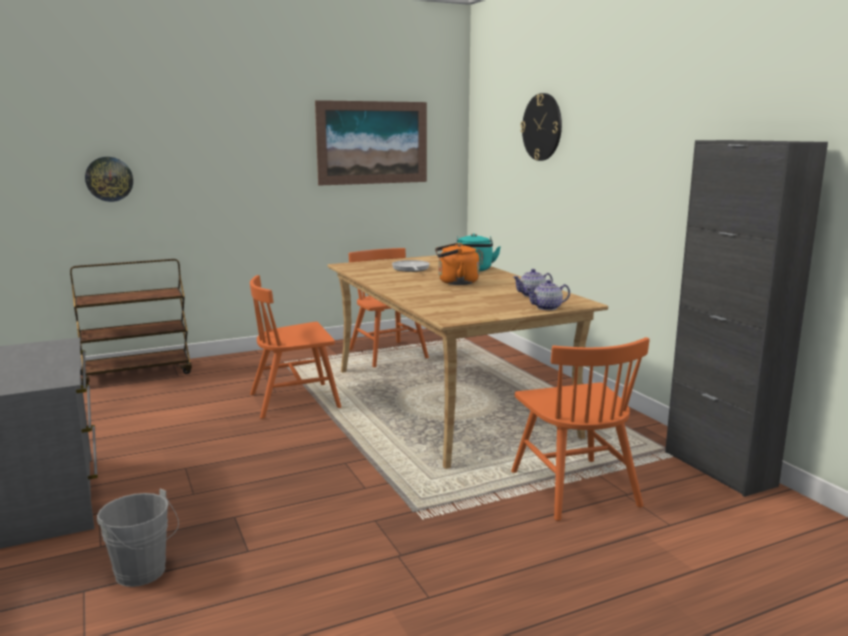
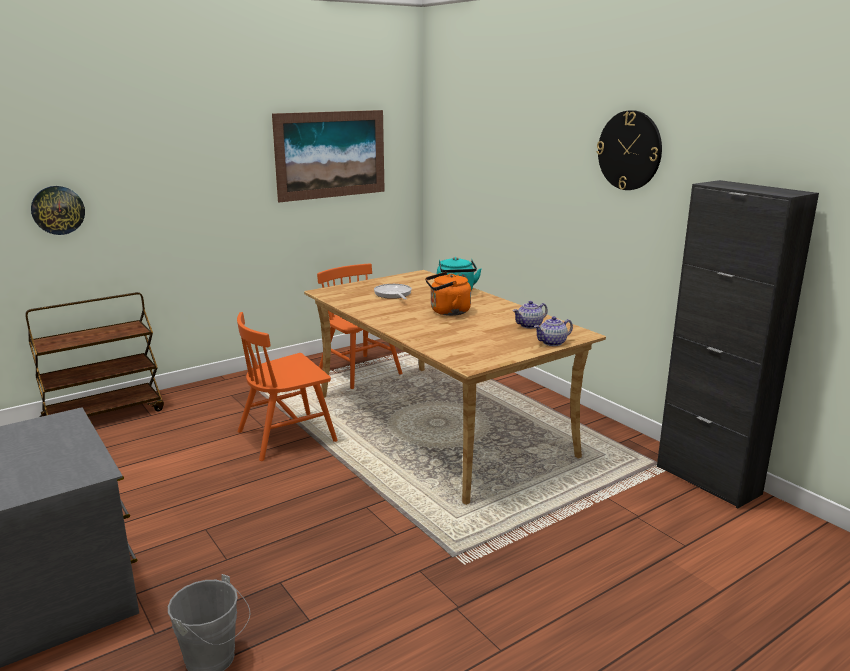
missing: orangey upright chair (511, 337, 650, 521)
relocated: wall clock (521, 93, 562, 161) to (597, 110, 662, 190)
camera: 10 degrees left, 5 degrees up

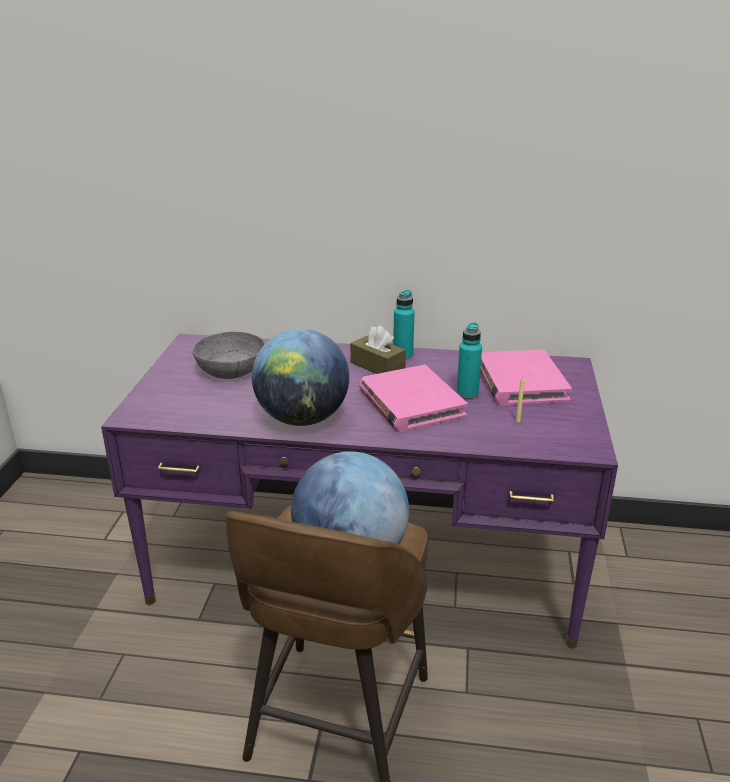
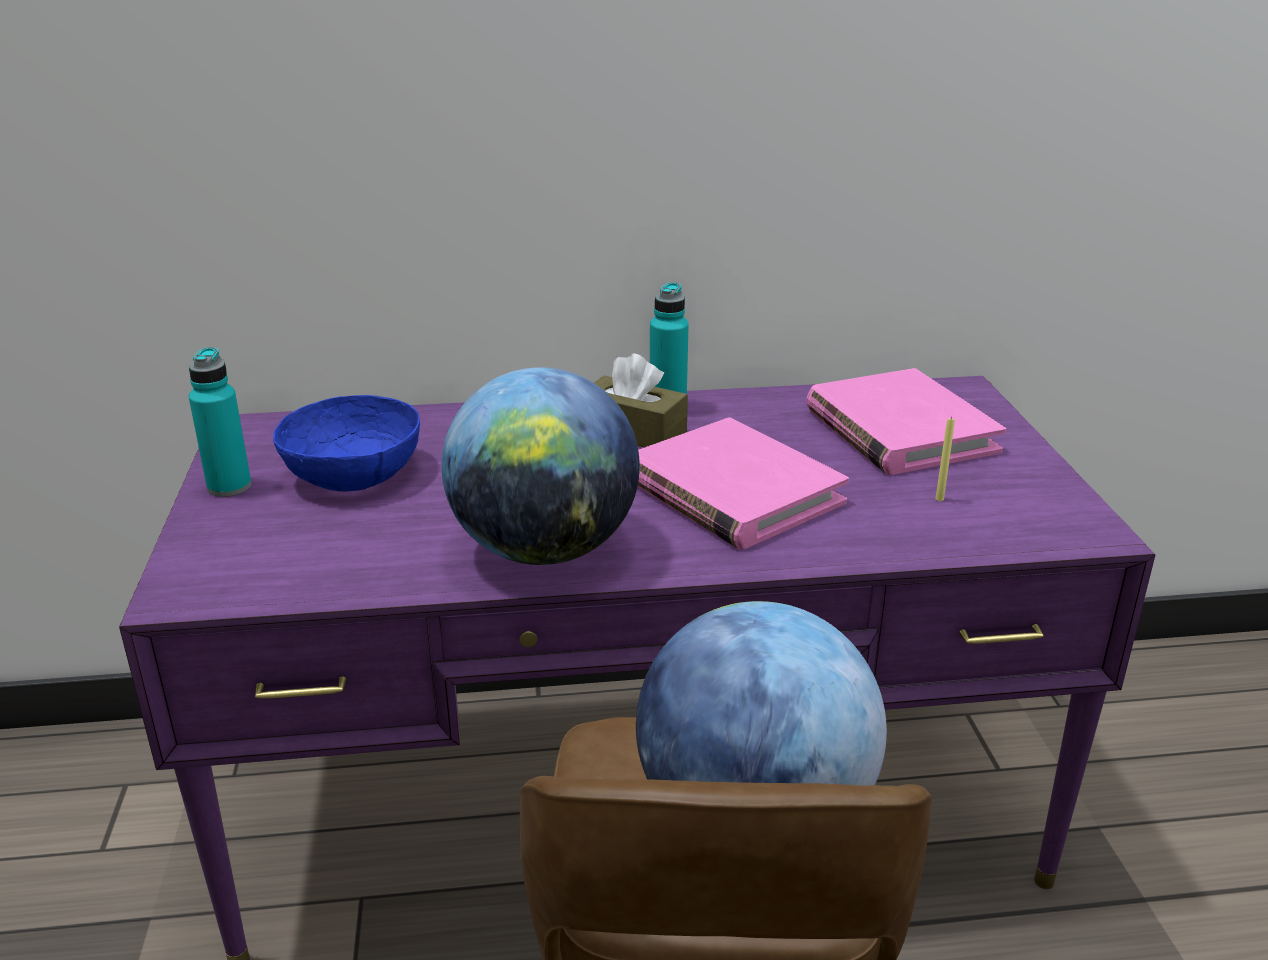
relocated: turquoise-coloured drink bottle (456, 322, 482, 399) to (189, 347, 252, 497)
colour: grey serving bowl (192, 332, 265, 379) to bluish serving bowl (273, 395, 420, 491)
camera: 15 degrees left, 0 degrees up

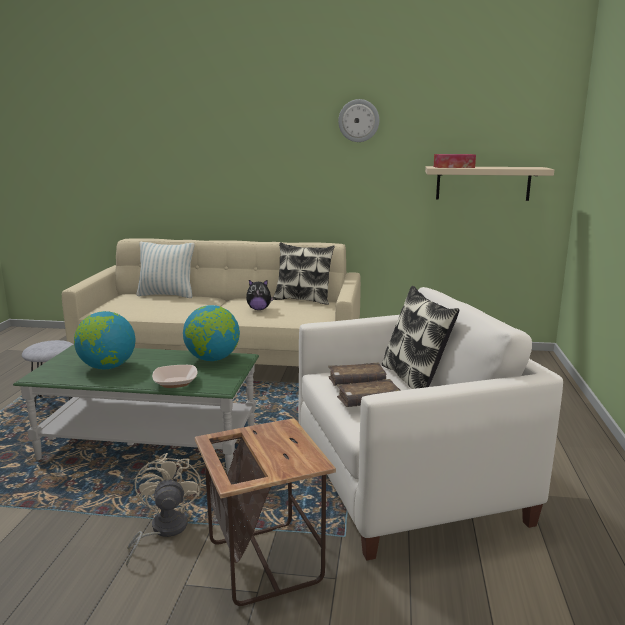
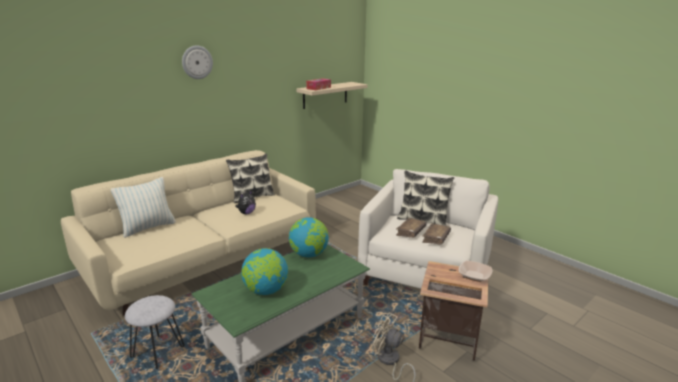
relocated: serving bowl (152, 365, 198, 388) to (459, 261, 492, 282); wall clock (338, 99, 379, 142) to (182, 45, 213, 79)
camera: 50 degrees left, 5 degrees up

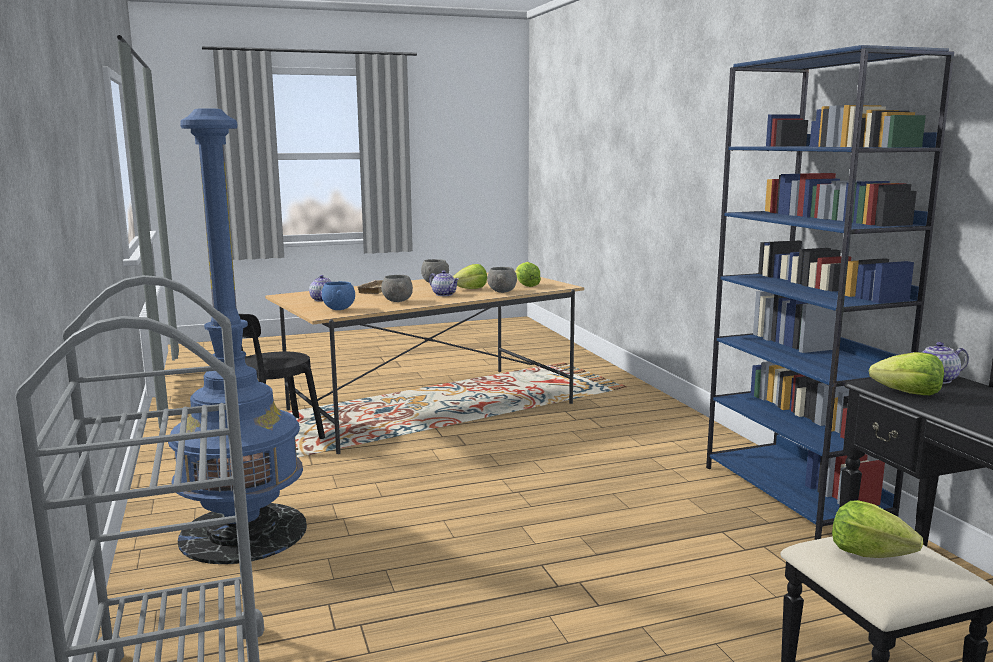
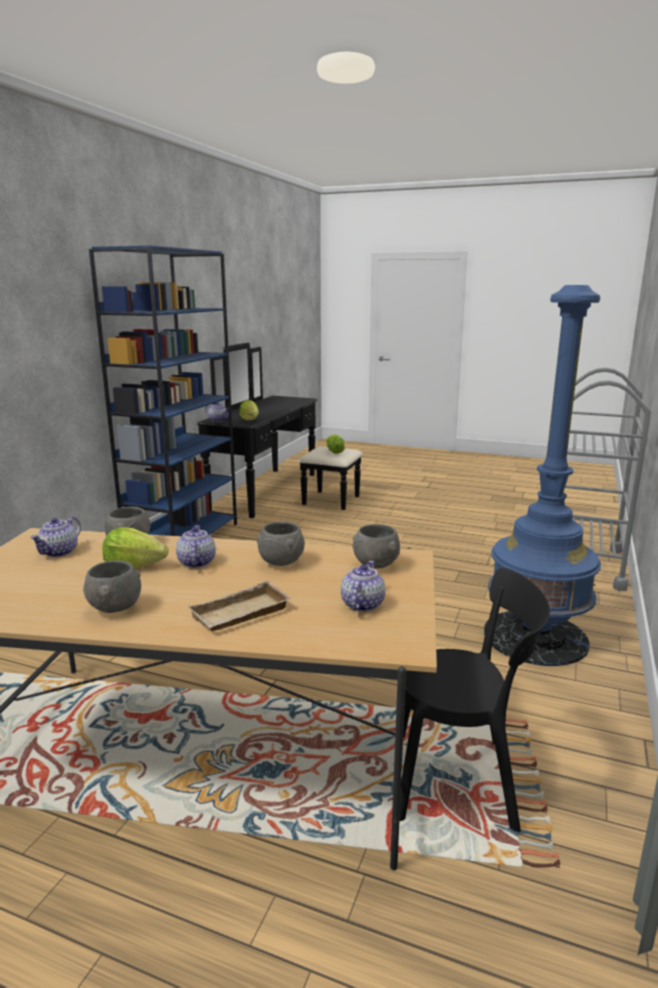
exchanged: head of lettuce (515, 262, 541, 287) to teapot (30, 517, 81, 557)
colour: bluish serving bowl (322, 281, 355, 310) to grey serving bowl (353, 524, 400, 568)
camera: 140 degrees left, 5 degrees up

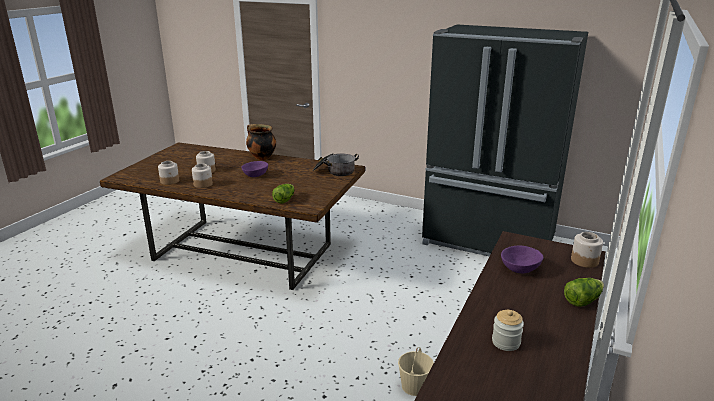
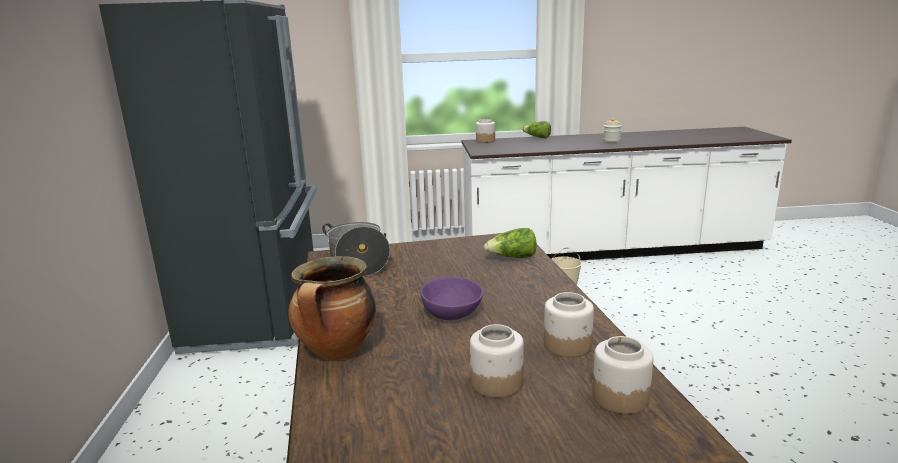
missing: purplish serving bowl (501, 246, 544, 273)
camera: 120 degrees left, 5 degrees down

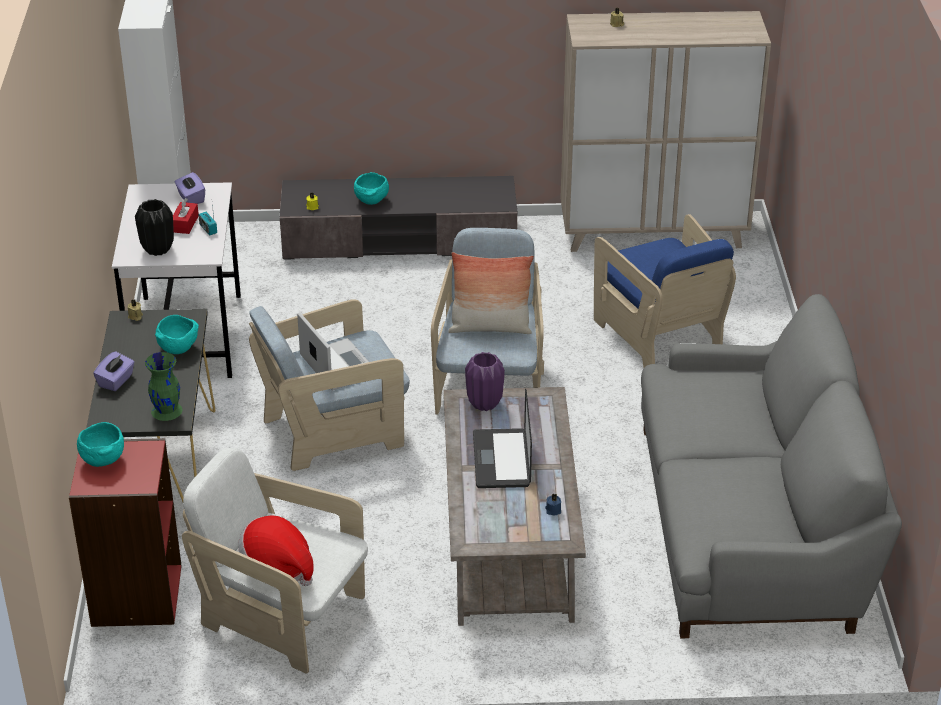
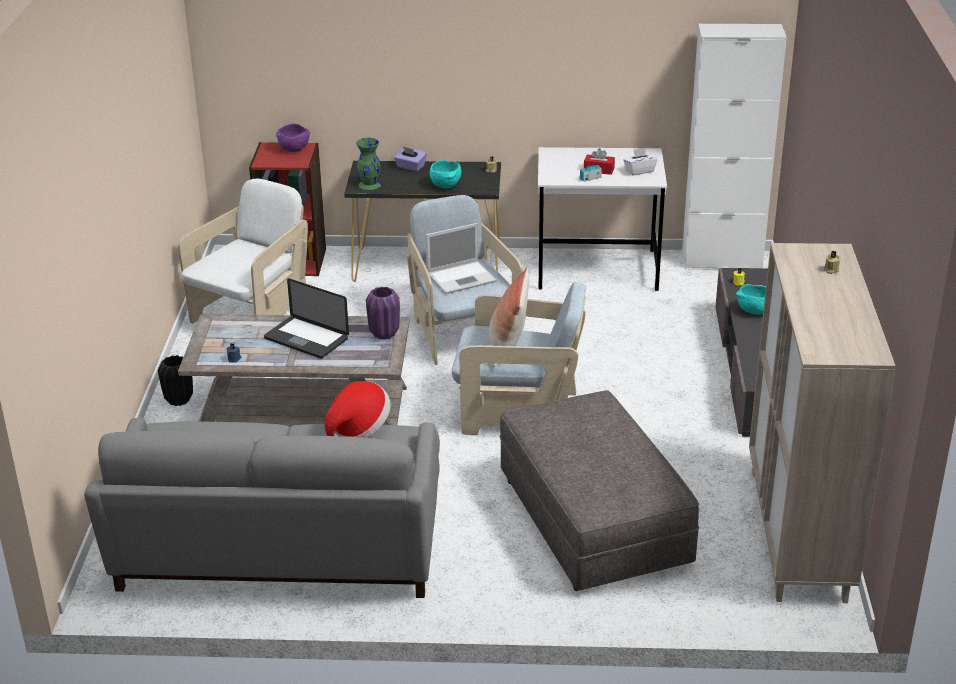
relocated: black vase (135, 199, 174, 256) to (158, 355, 193, 406); wearable hat (238, 515, 314, 586) to (324, 381, 391, 438)
exchanged: bluish lounge chair (594, 214, 736, 368) to grey pouffe (500, 390, 699, 591)
colour: turquoise-coloured serving bowl (77, 422, 124, 467) to purplish serving bowl (276, 124, 311, 152); purplish tissue holder (174, 172, 205, 204) to white-coloured tissue holder (623, 148, 658, 176)
spun: laptop (473, 389, 532, 488) = (264, 278, 349, 358) 150 degrees counterclockwise
camera: 95 degrees right, 5 degrees down

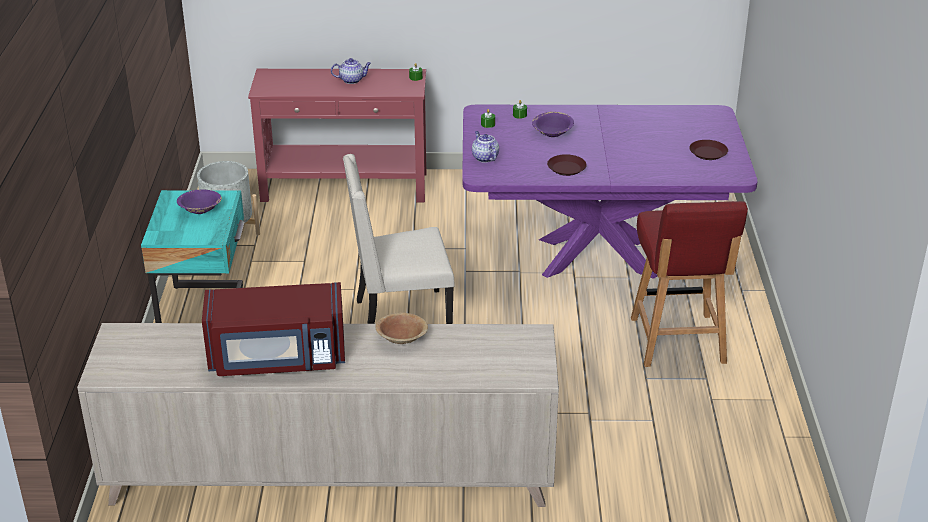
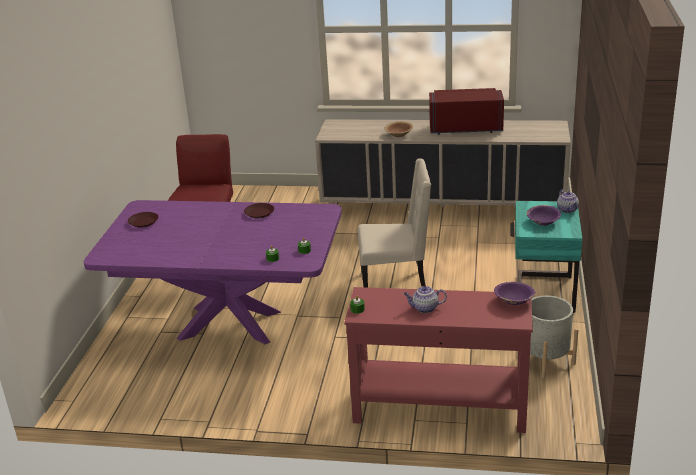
relocated: teapot (472, 131, 499, 163) to (557, 190, 579, 213); purplish serving bowl (532, 112, 574, 137) to (494, 282, 536, 305)
camera: 170 degrees left, 5 degrees down

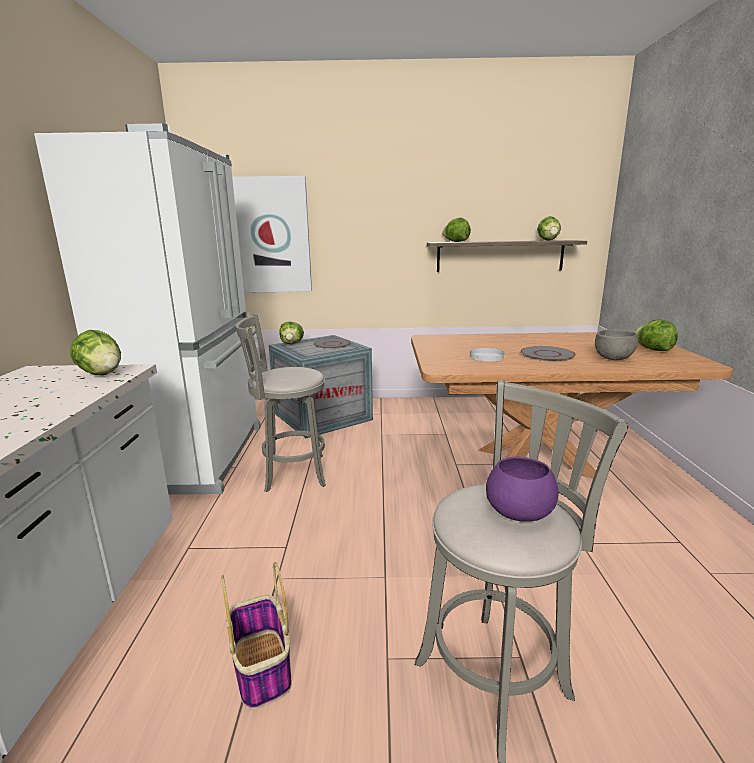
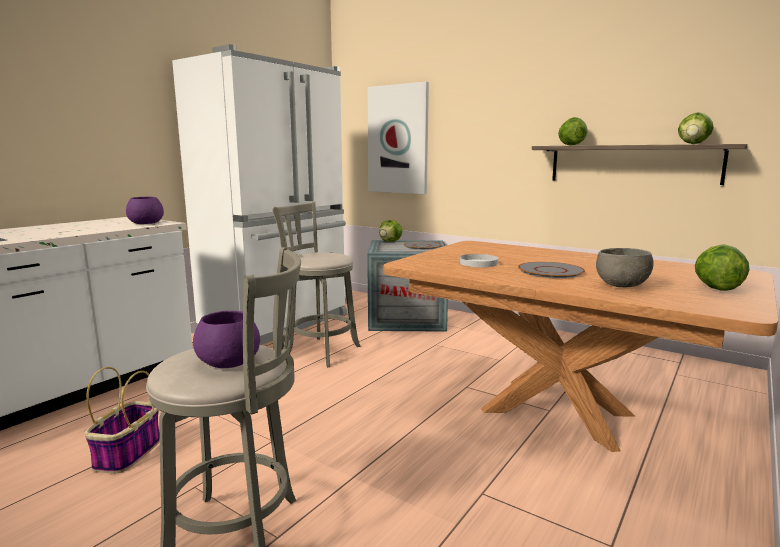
exchanged: head of lettuce (70, 330, 121, 375) to purplish serving bowl (126, 196, 164, 224)
camera: 35 degrees right, 5 degrees down

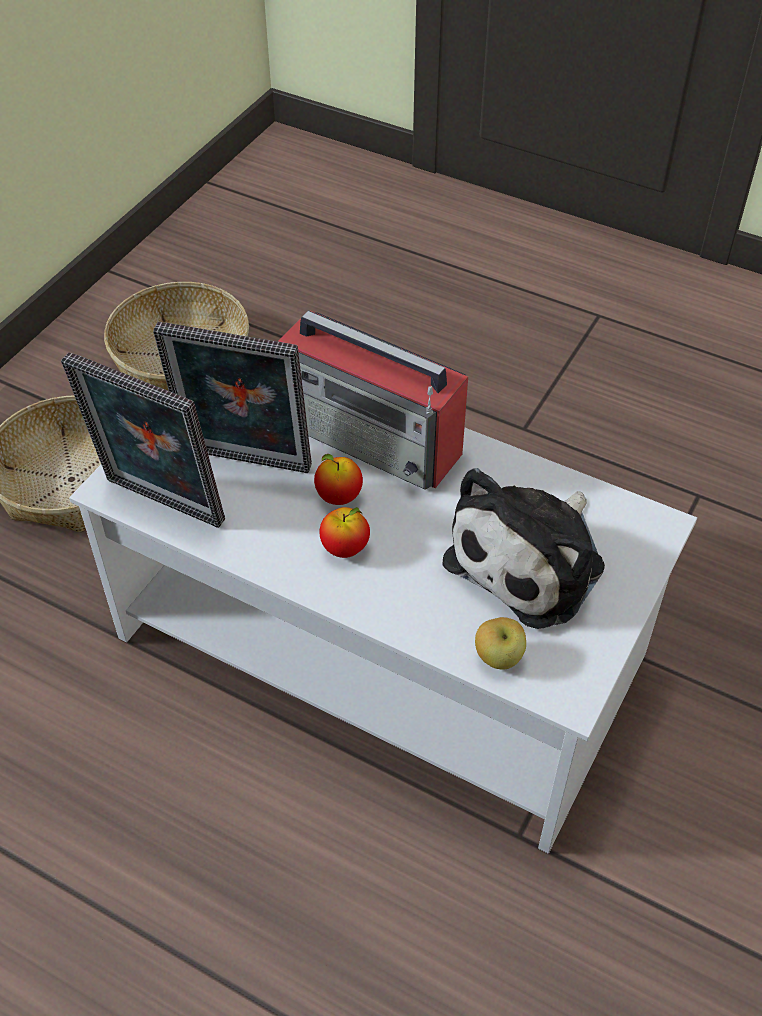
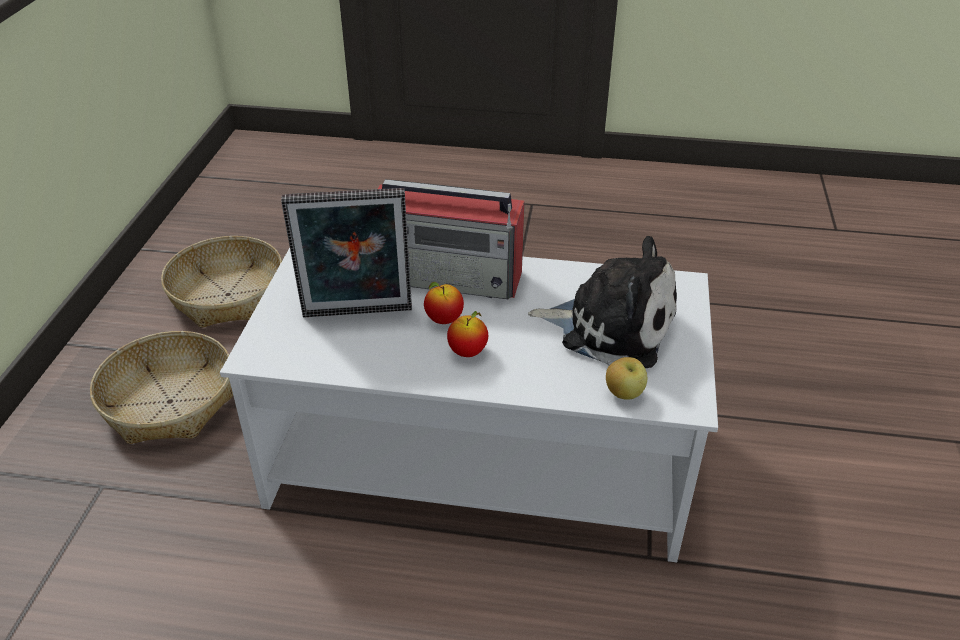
missing: picture frame (61, 352, 225, 528)
spun: cuddly toy (443, 468, 605, 629) = (528, 236, 677, 368) 90 degrees counterclockwise
camera: 20 degrees left, 10 degrees down

